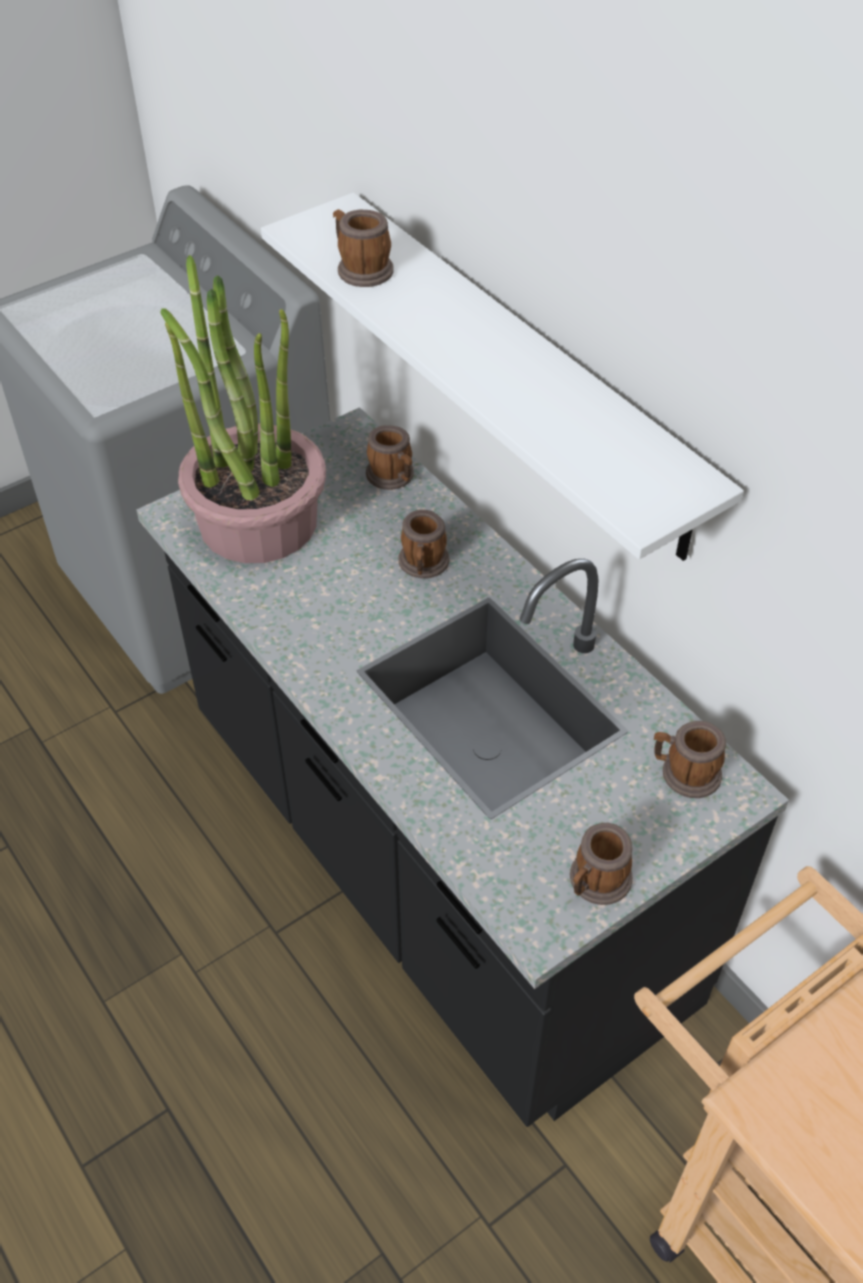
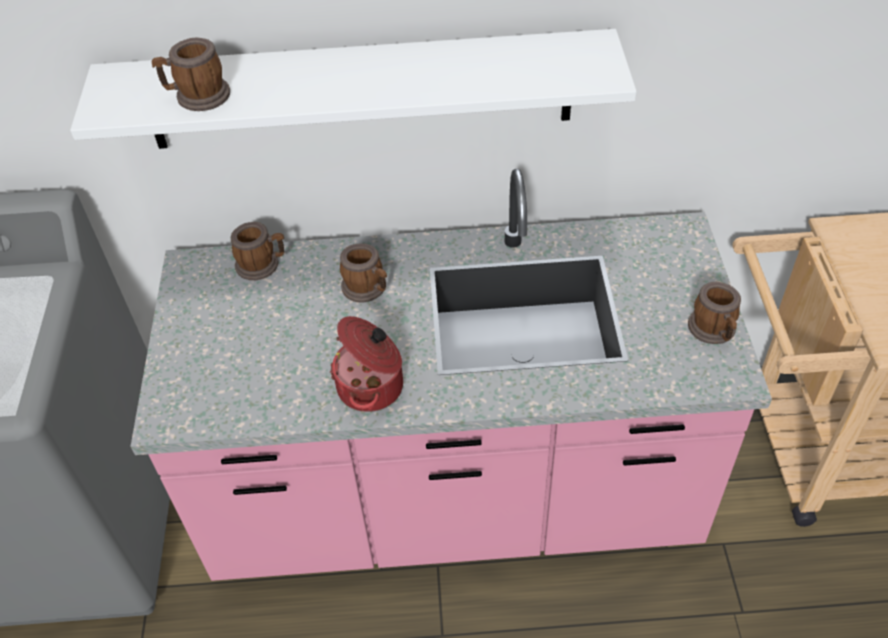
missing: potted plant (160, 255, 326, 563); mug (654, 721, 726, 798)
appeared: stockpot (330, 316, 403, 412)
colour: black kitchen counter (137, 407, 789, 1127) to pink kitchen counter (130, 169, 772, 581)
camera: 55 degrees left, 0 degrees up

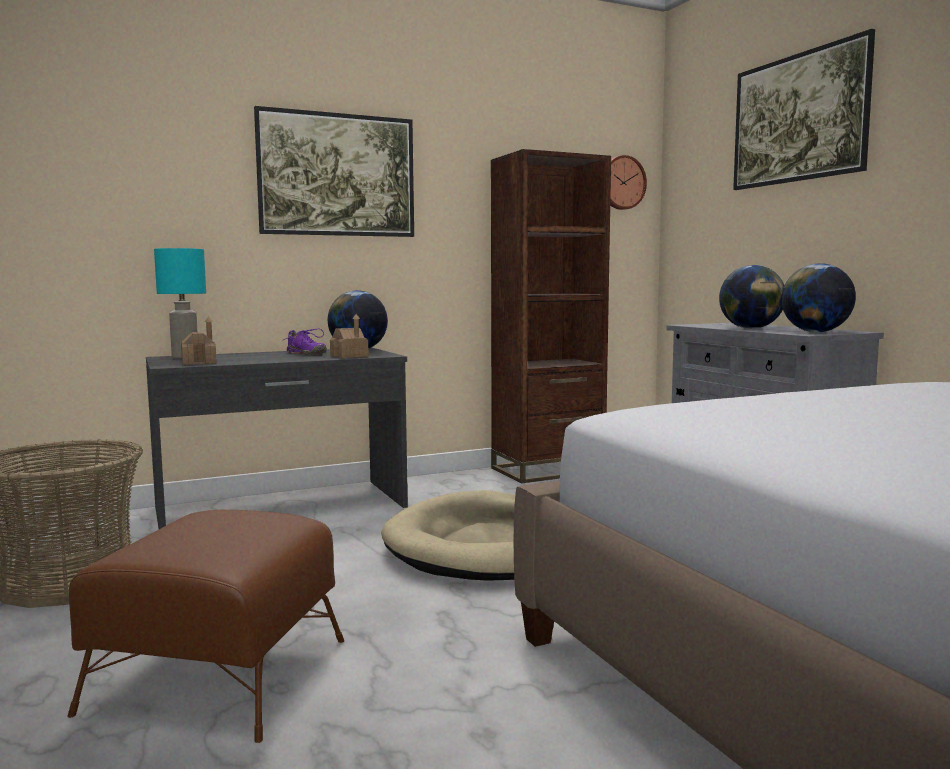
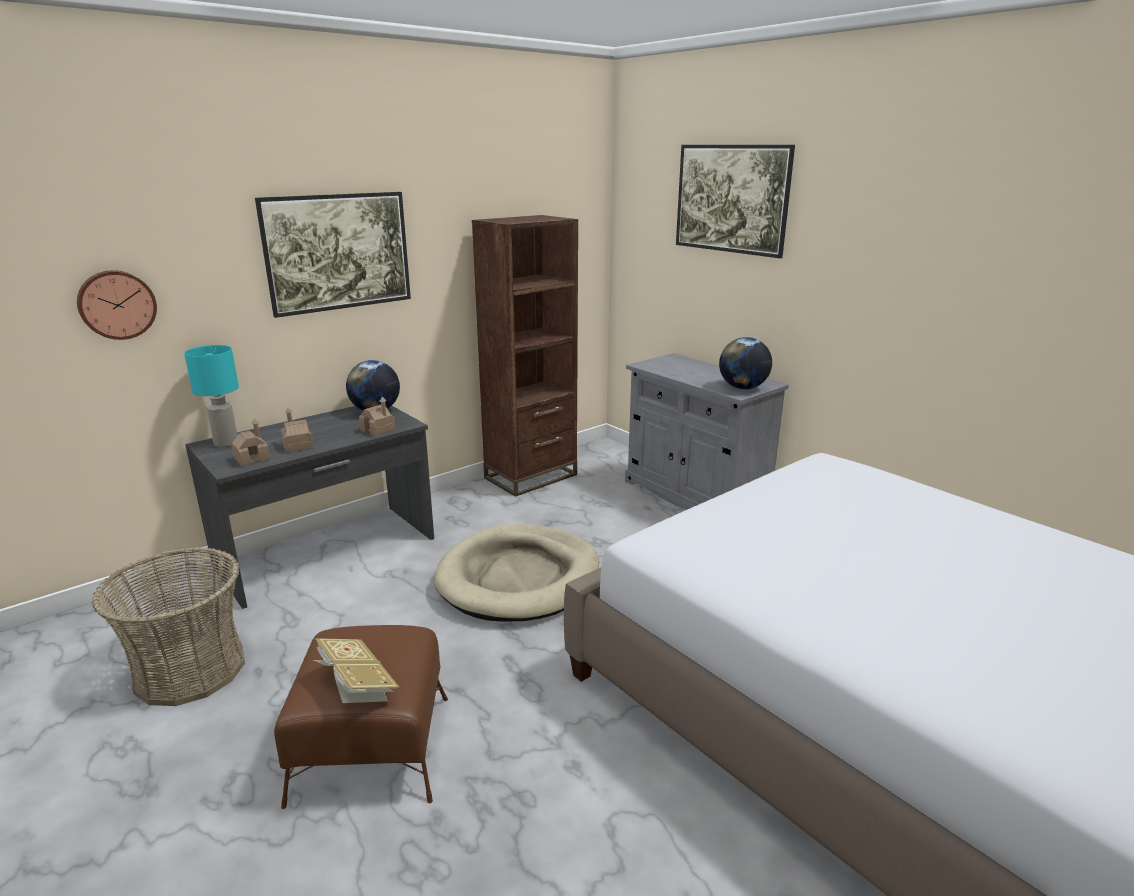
missing: purplish low shoe (282, 329, 327, 355); world globe (719, 265, 784, 329)
appeared: miniature house (281, 408, 314, 453); volume (314, 638, 399, 703)
relocated: wall clock (610, 155, 647, 210) to (77, 270, 157, 340)
camera: 15 degrees left, 15 degrees up

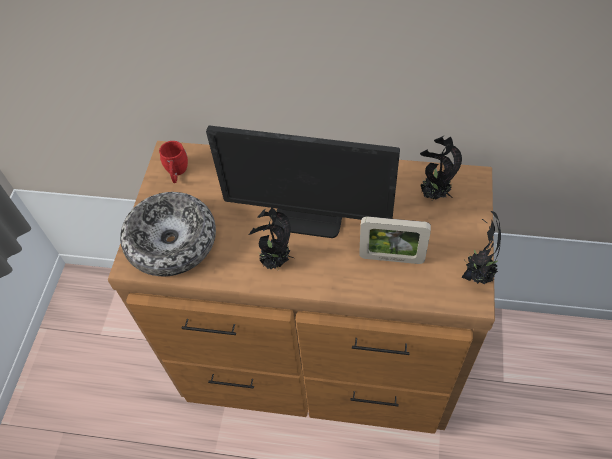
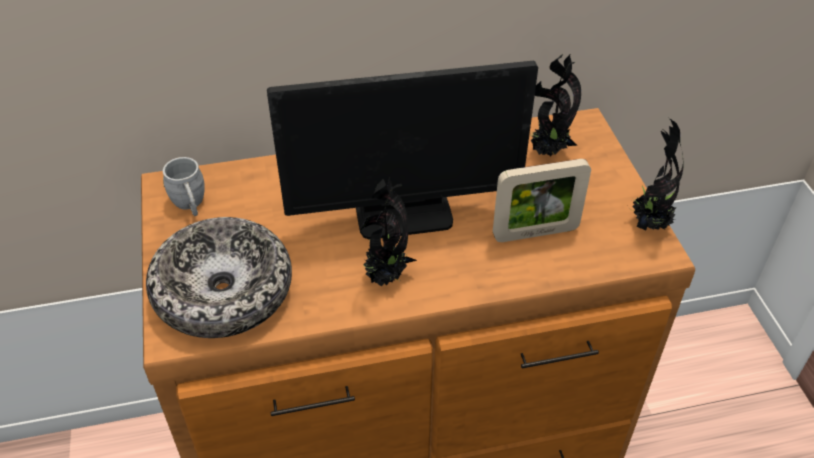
colour: red mug (159, 141, 188, 183) to grey mug (163, 157, 205, 216)
camera: 25 degrees left, 10 degrees down

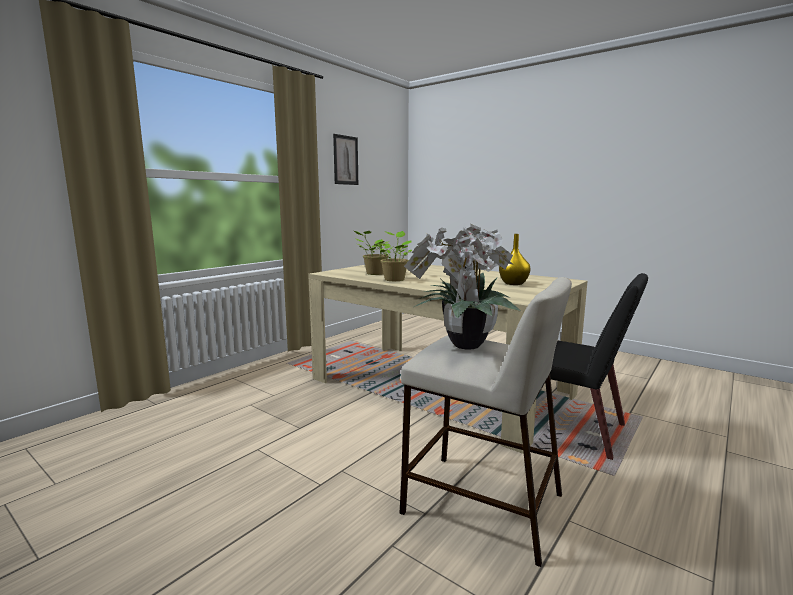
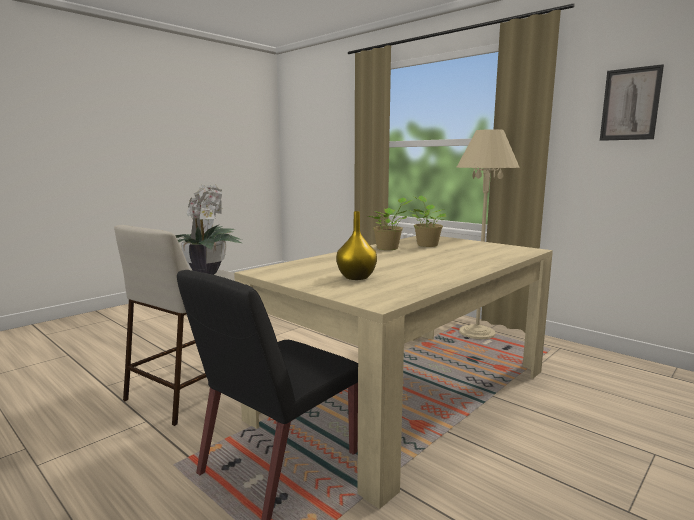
appeared: sand-coloured floor lamp (457, 129, 520, 339)
camera: 95 degrees right, 0 degrees up

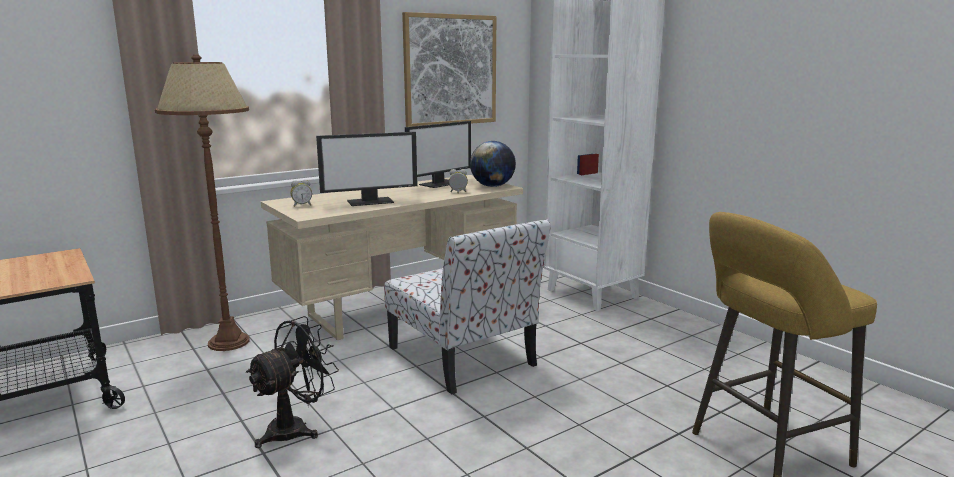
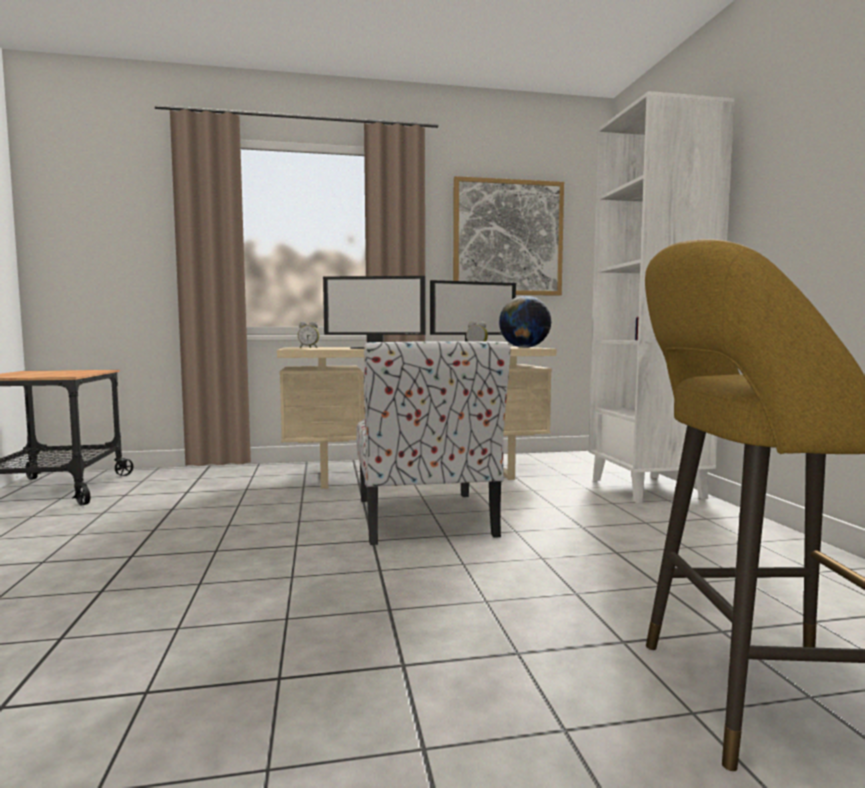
missing: brownish floor lamp (155, 54, 250, 351); black cooling fan (246, 316, 339, 448)
camera: 25 degrees right, 10 degrees down

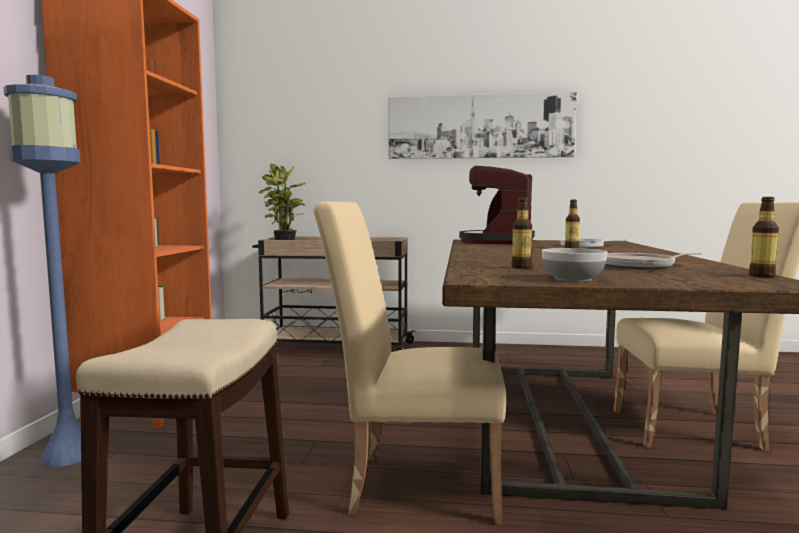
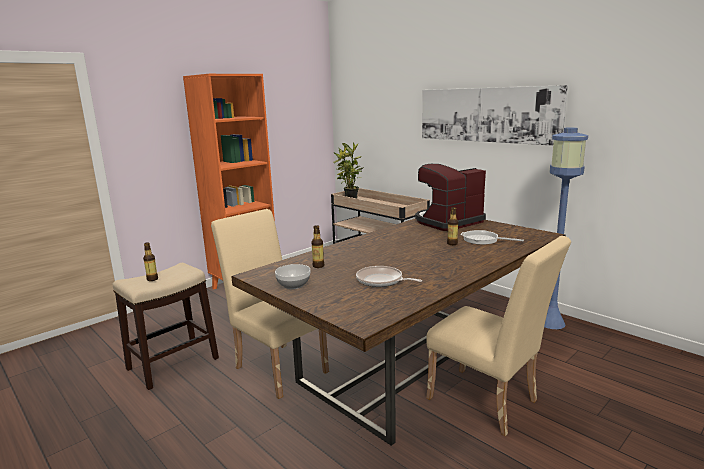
relocated: bluish floor lamp (3, 75, 81, 467) to (544, 127, 588, 329); drink bottle (749, 197, 779, 278) to (143, 242, 158, 281)
camera: 40 degrees right, 10 degrees up

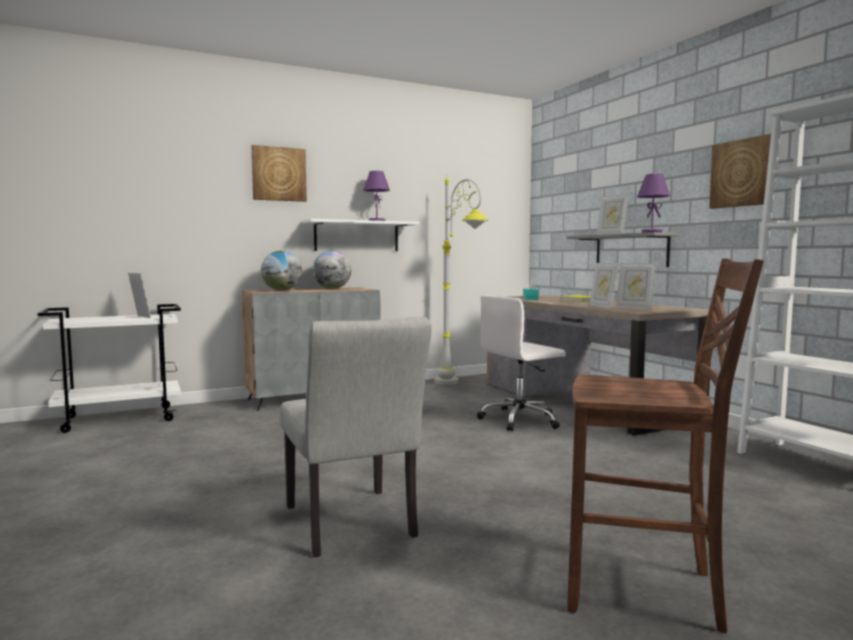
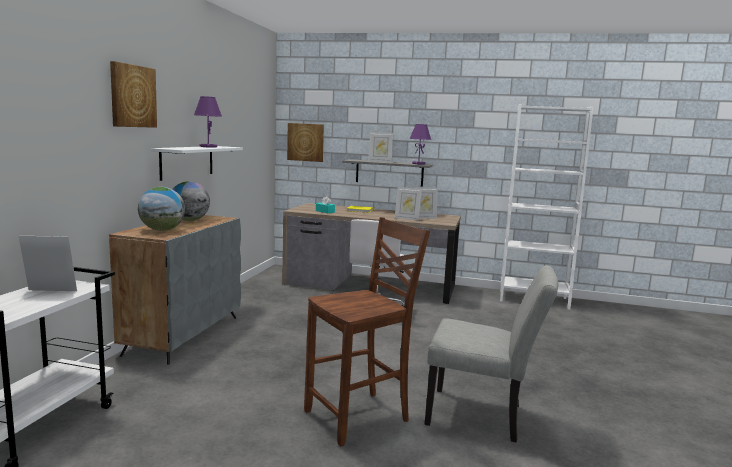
missing: grey floor lamp (434, 179, 488, 385)
relocated: brownish upright chair (567, 258, 764, 633) to (304, 217, 430, 447); picture (709, 134, 771, 209) to (287, 123, 324, 162)
camera: 50 degrees left, 5 degrees up

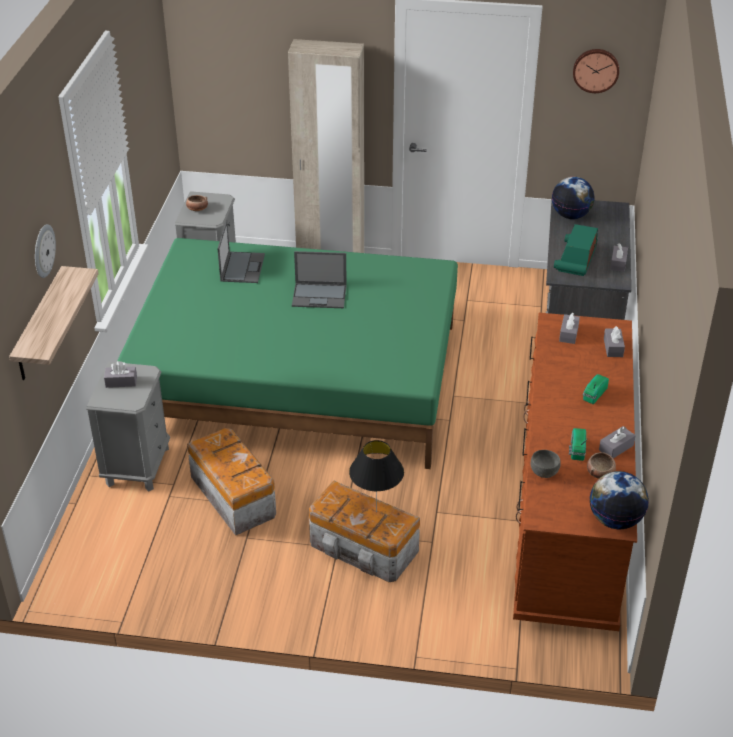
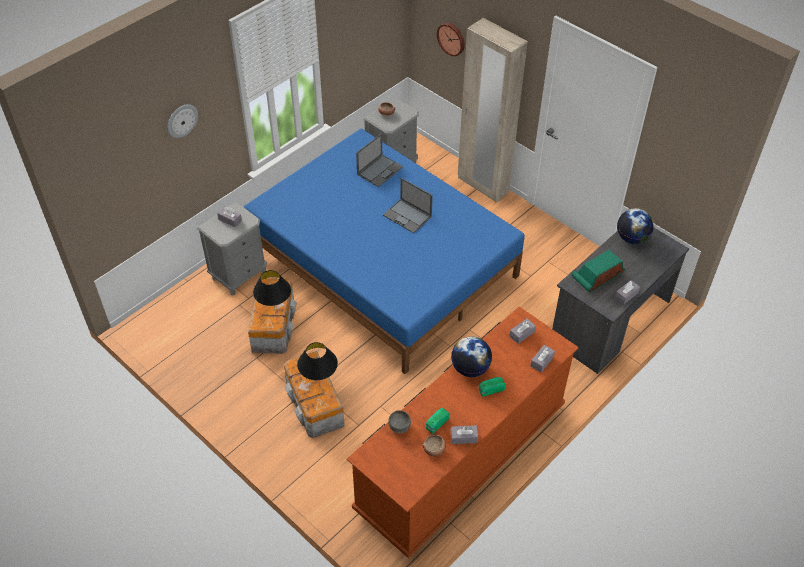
missing: bracket shelf (9, 266, 99, 380)
appeared: black lamp for a table (253, 270, 291, 315)
relocated: wall clock (573, 49, 619, 93) to (437, 23, 465, 56); world globe (590, 471, 649, 529) to (451, 336, 492, 377)
colour: green-coloured bed (117, 238, 458, 469) to bluish bed (244, 129, 525, 374)
camera: 35 degrees right, 10 degrees up

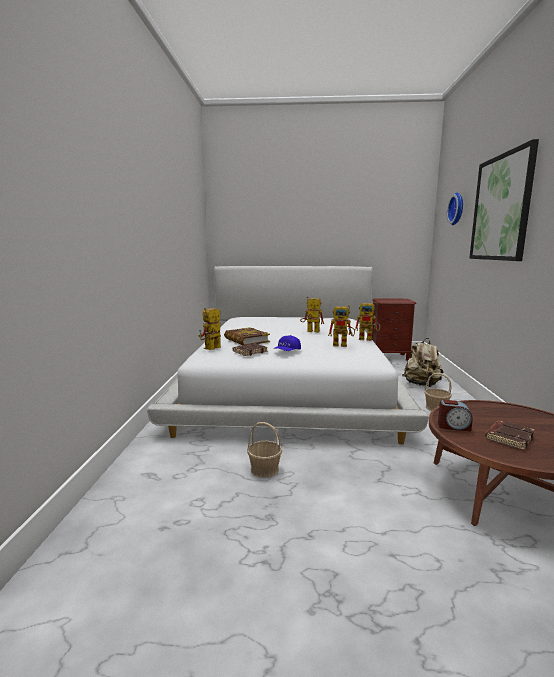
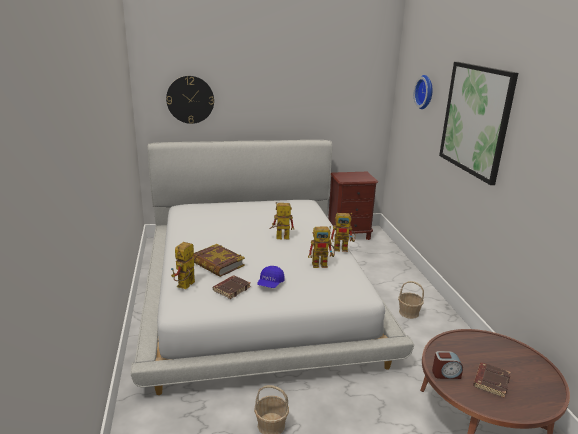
missing: sand-coloured knapsack (402, 338, 443, 387)
appeared: wall clock (166, 76, 214, 124)
camera: 15 degrees left, 10 degrees up

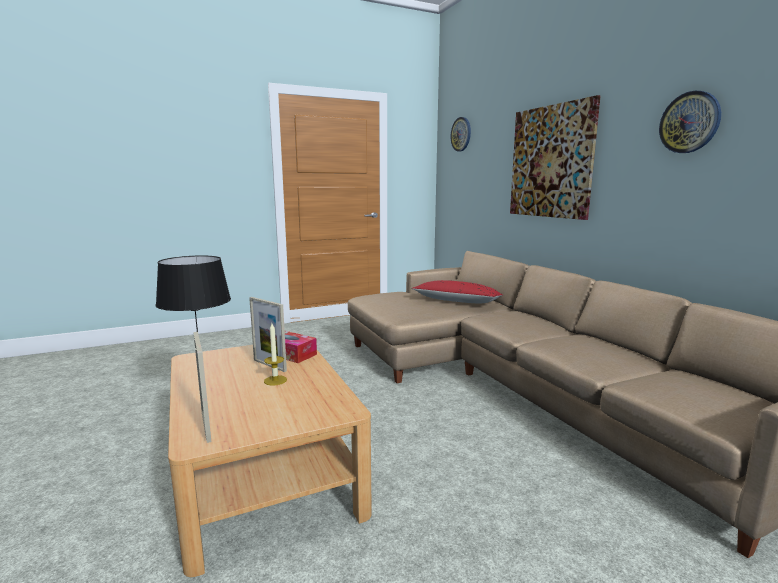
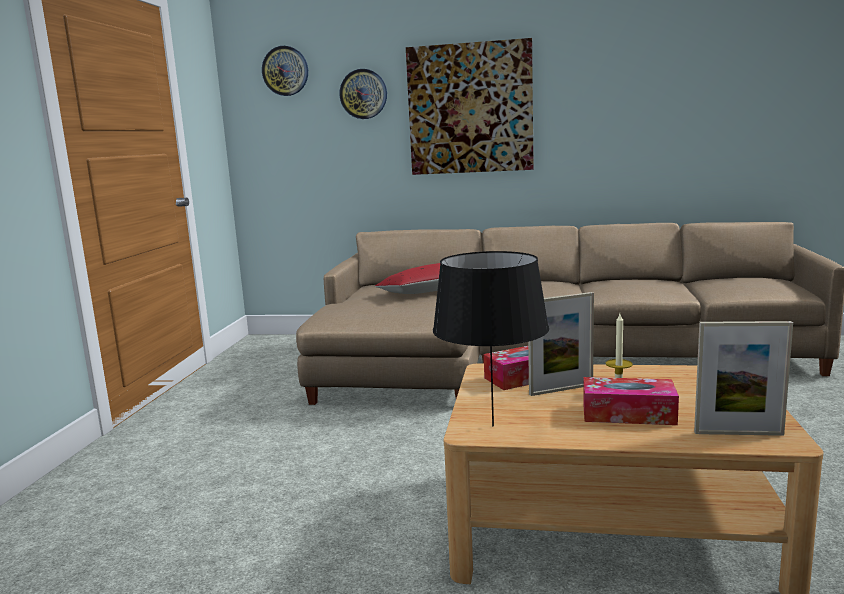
appeared: tissue holder (583, 377, 679, 425)
relocated: wall clock (659, 91, 721, 153) to (339, 69, 387, 119)
camera: 55 degrees left, 0 degrees up

